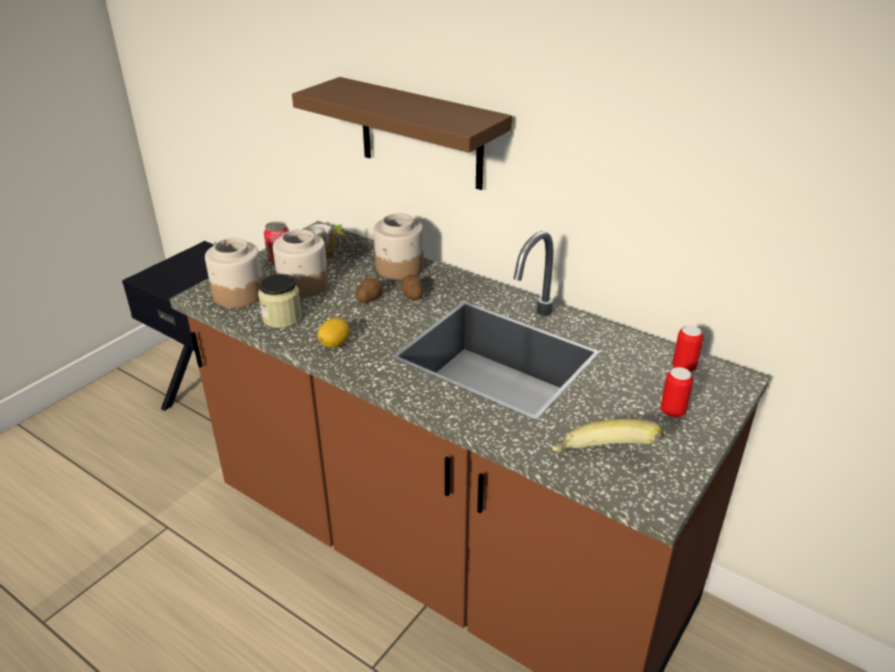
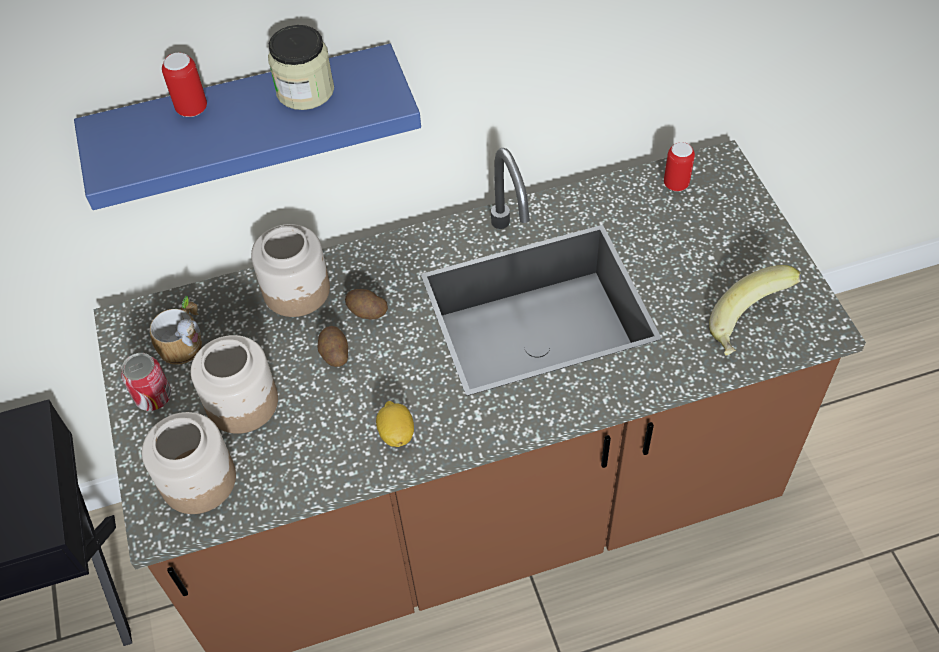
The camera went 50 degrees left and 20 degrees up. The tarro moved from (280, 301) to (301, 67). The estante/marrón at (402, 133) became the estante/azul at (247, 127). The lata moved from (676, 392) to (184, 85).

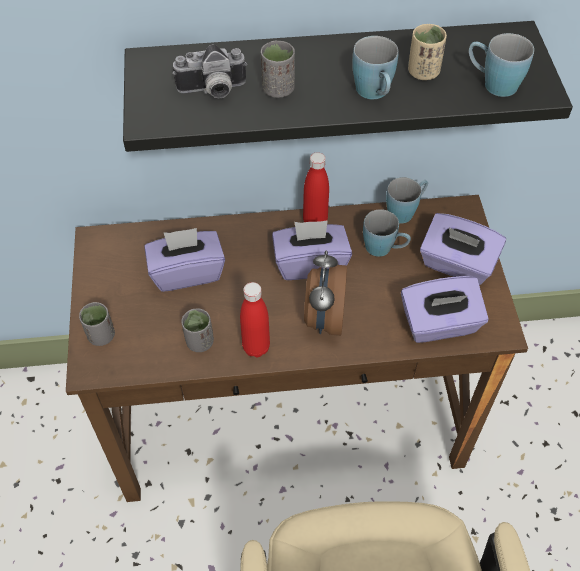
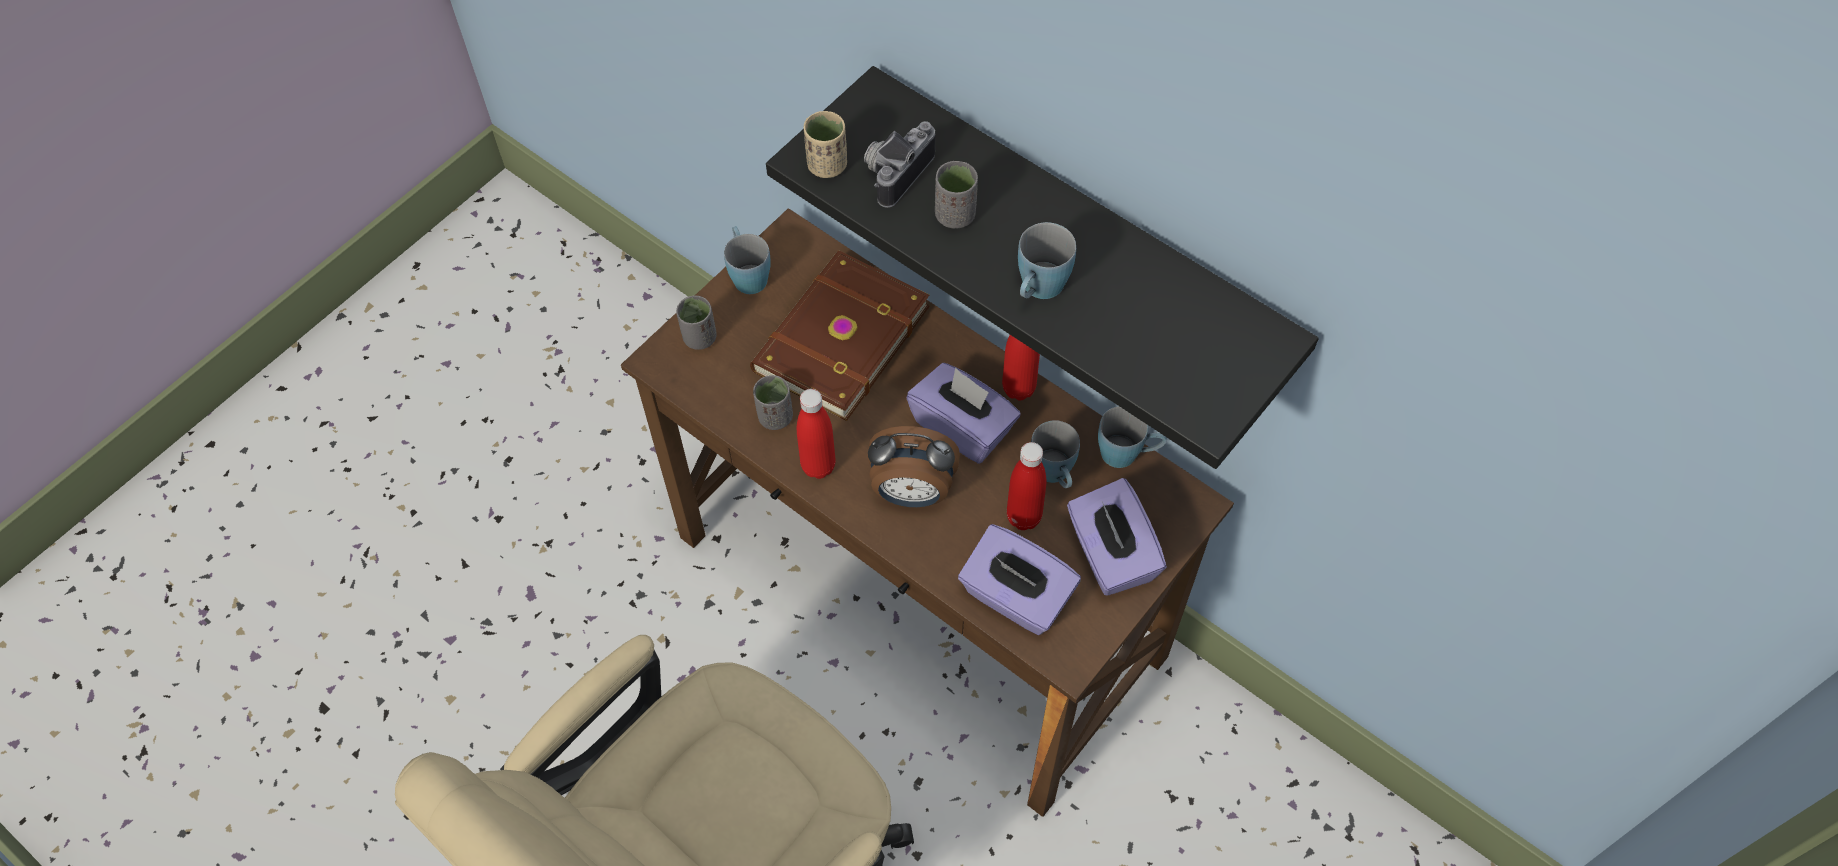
The camera went 45 degrees right and 5 degrees up. The caja de pañuelos/morado at (184, 260) was replaced by the libro/marrón at (840, 335). The cámara at (210, 71) turned 90 degrees clockwise. The despertador at (325, 293) turned 135 degrees counterclockwise. The taza/beis moved from (427, 52) to (825, 144). The taza grande/azul moved from (501, 65) to (747, 260). The botella/rojo at (1027, 486) appeared.

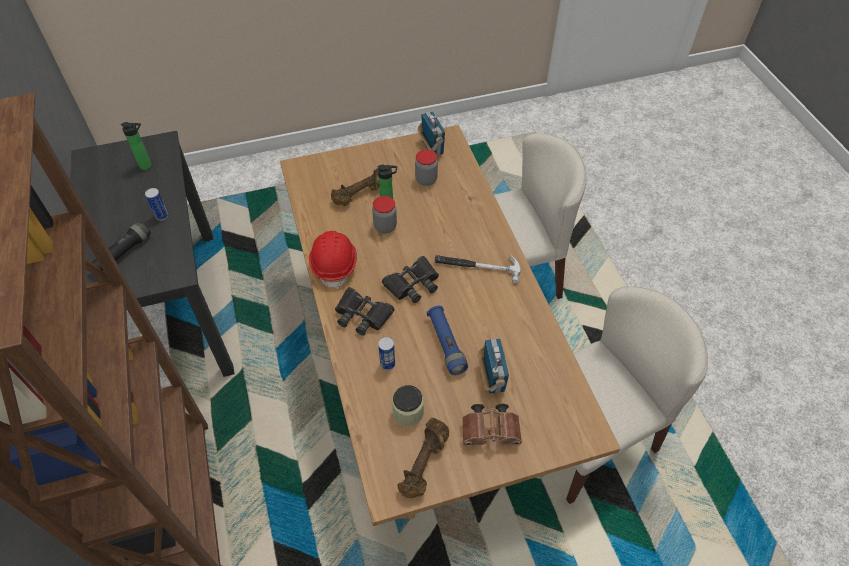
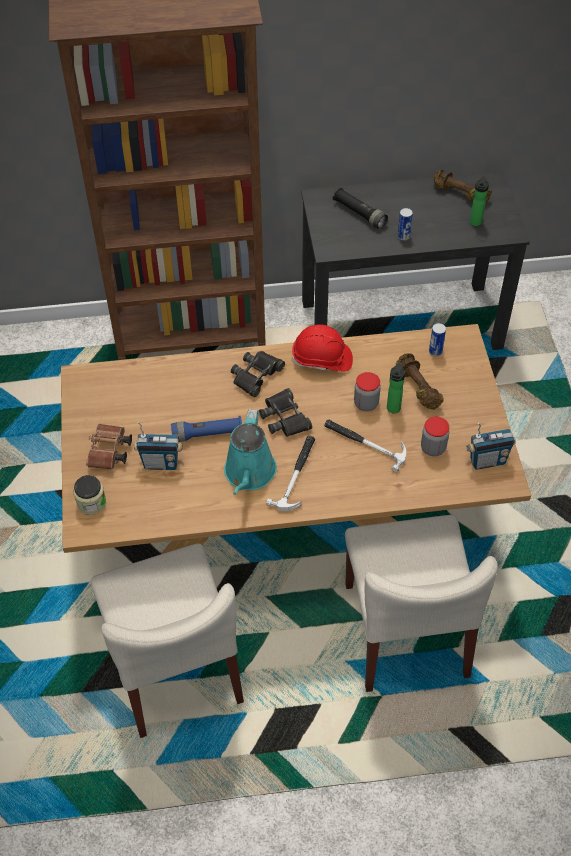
The camera went 100 degrees right and 0 degrees up. The lata moved from (386, 353) to (437, 340). The tarro moved from (408, 405) to (90, 495). The mancuerna/marrón moved from (423, 458) to (463, 186). The regadera/turquesa at (250, 452) appeared. The martillo at (365, 446) appeared.

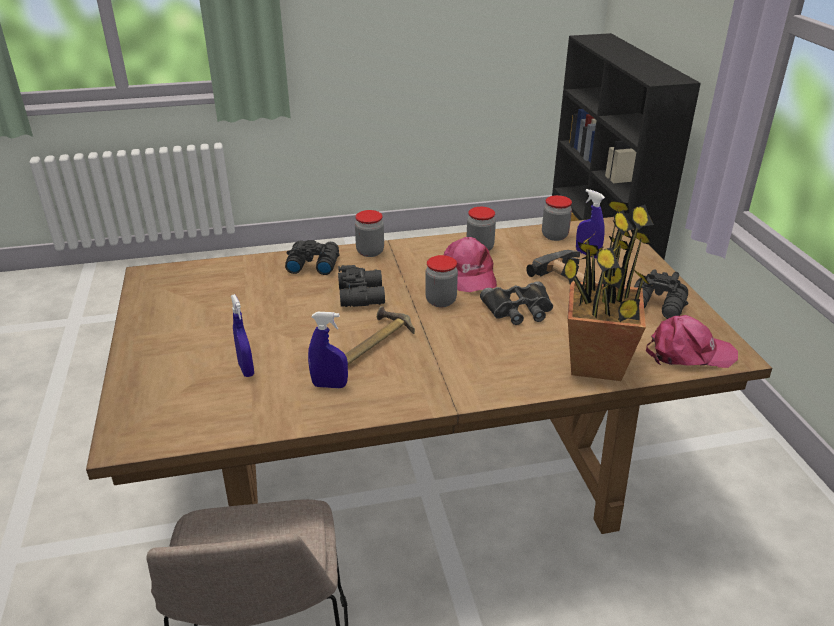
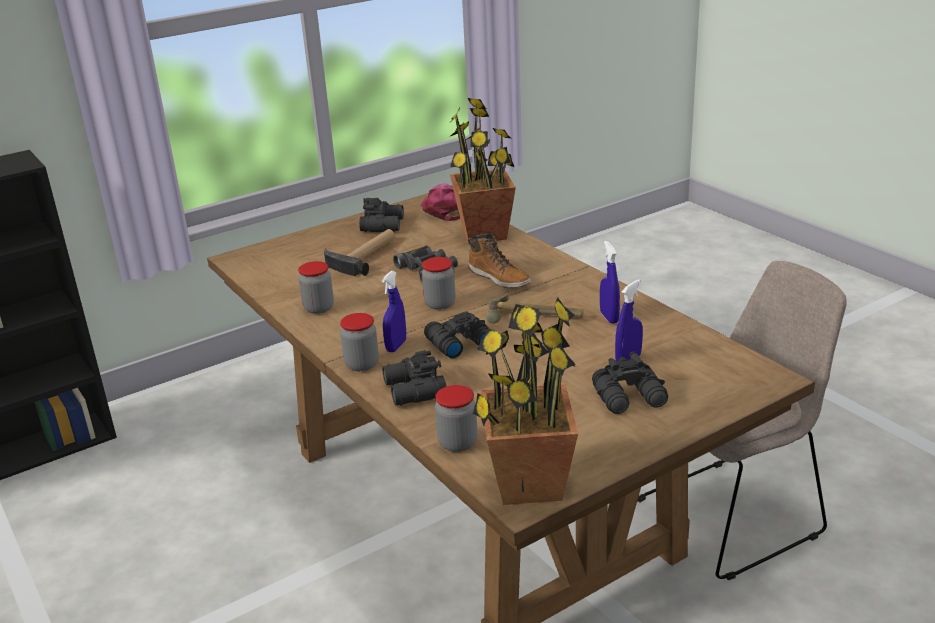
The camera went 110 degrees left and 5 degrees down. The gorra/rosa at (470, 264) disappeared. The tarro moved from (557, 218) to (456, 418). The pulverizador/azul moved from (590, 223) to (394, 311). The bota at (499, 260) appeared. The planta en maceta at (525, 401) appeared. The prismáticos/negro at (630, 383) appeared.

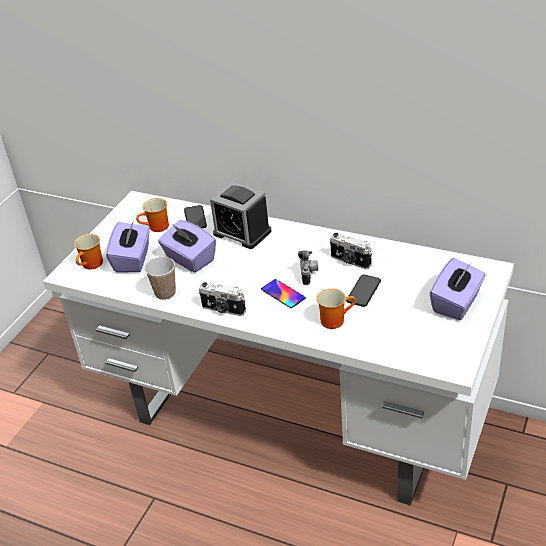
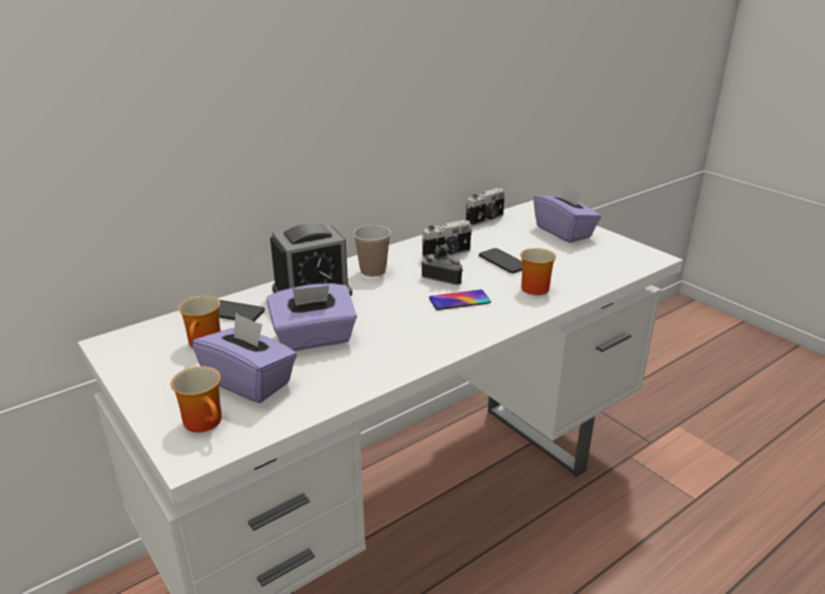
The camera went 65 degrees left and 10 degrees down. The taza moved from (160, 278) to (372, 251). The cámara moved from (222, 299) to (485, 207).

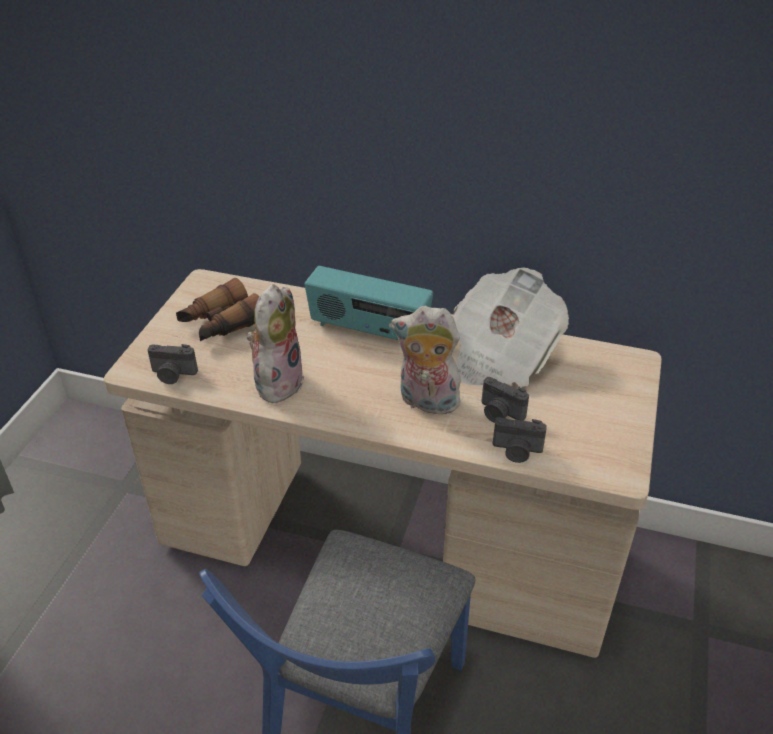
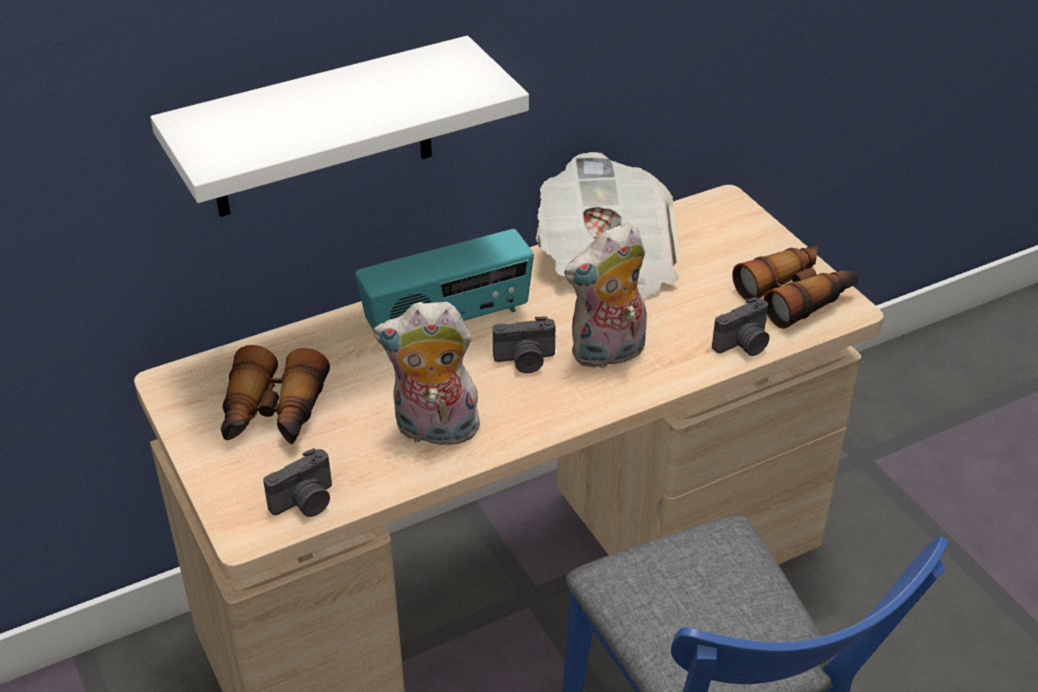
The camera went 45 degrees left and 0 degrees up. The peluche at (275, 345) turned 60 degrees counterclockwise. The cámara moved from (505, 400) to (524, 344). The estante/blanco at (339, 126) appeared. The prismáticos at (795, 286) appeared.

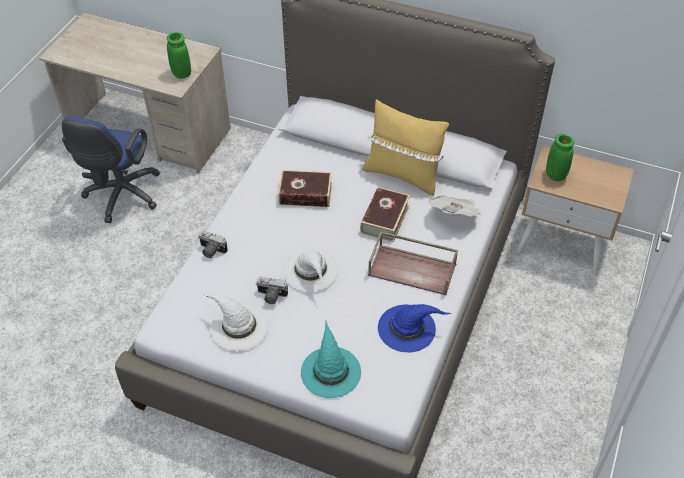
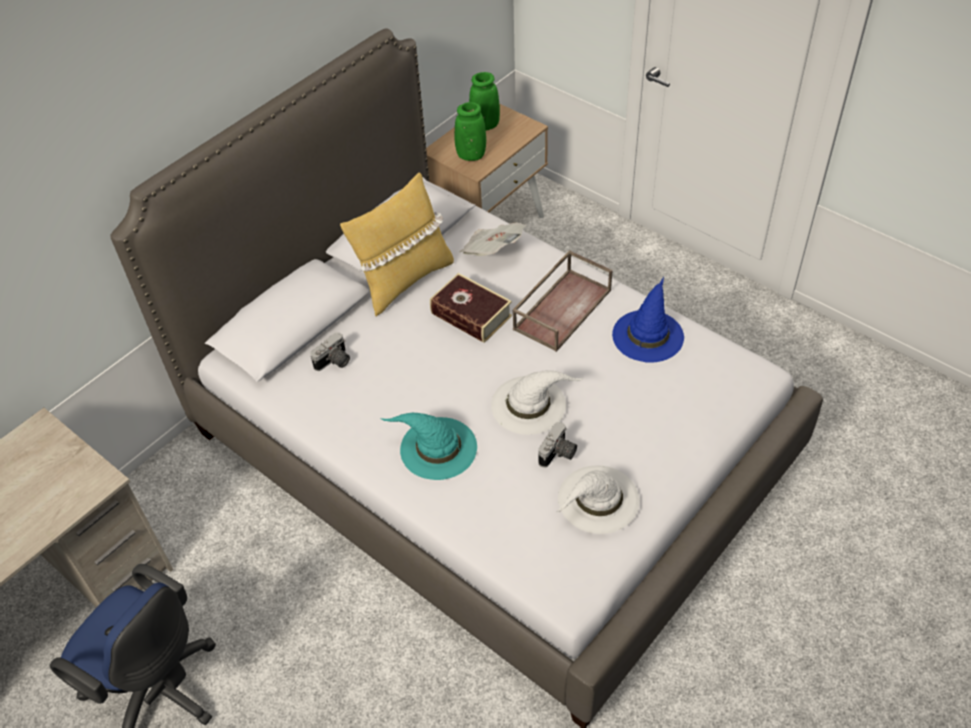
The camera went 70 degrees left and 0 degrees up. The florero/verde moved from (179, 55) to (484, 101). The cámara moved from (213, 244) to (330, 351). The libro at (305, 188) disappeared. The sombrero/turquesa moved from (331, 359) to (428, 446).

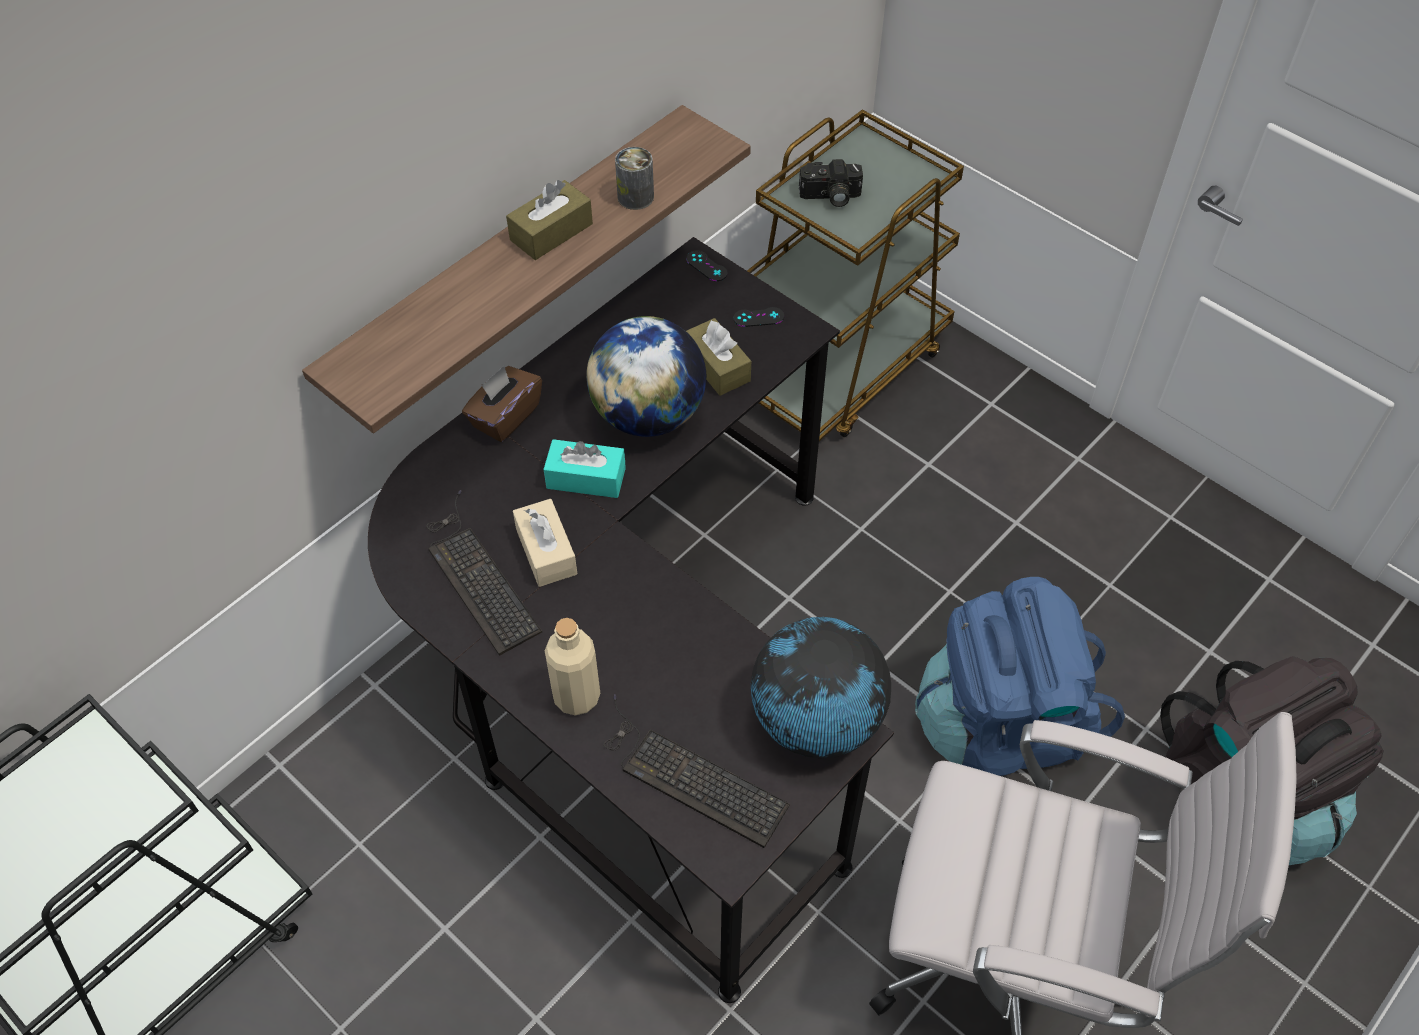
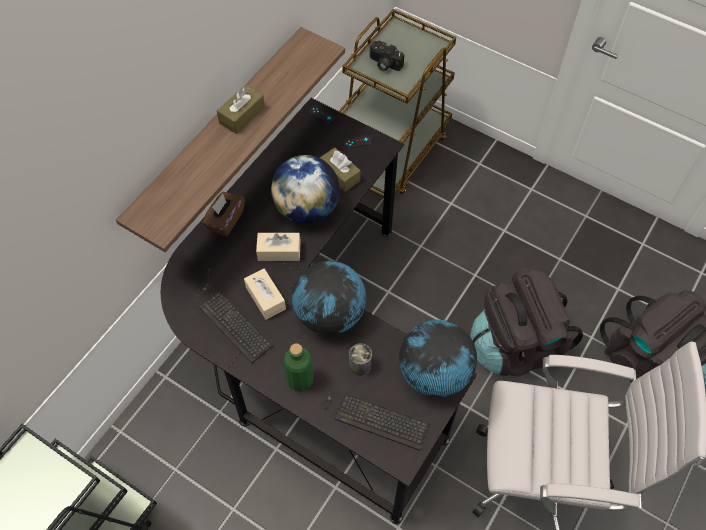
The camera went 10 degrees left and 5 degrees up. The caja de pañuelos/turquesa at (585, 468) became the caja de pañuelos/beis at (278, 247). The botella/beis at (573, 666) became the botella/verde at (298, 367). The lata moved from (634, 178) to (360, 359). The cámara at (831, 183) turned 45 degrees clockwise. The mochila/azul at (1020, 676) became the mochila/negro at (526, 321). The globo terráqueo at (329, 298) appeared.

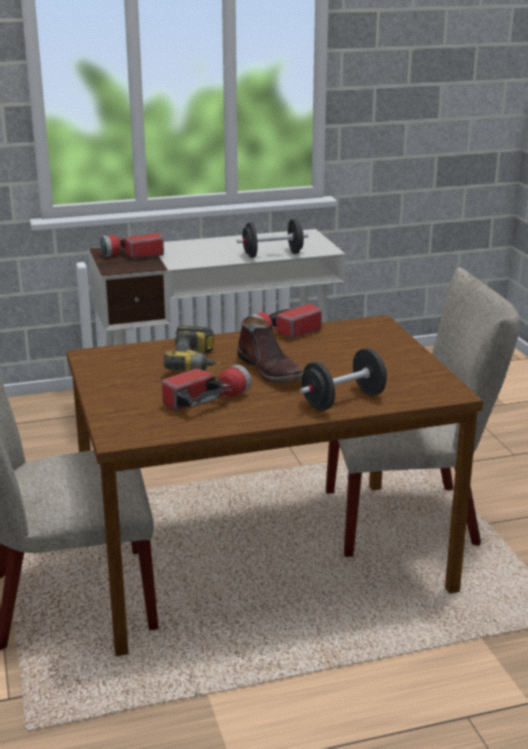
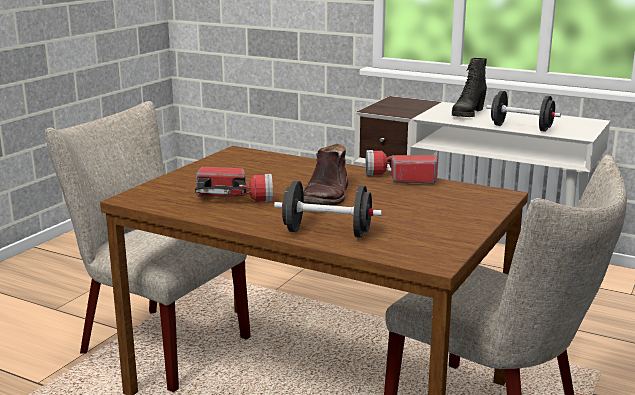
The camera went 45 degrees right and 5 degrees down. The linterna at (132, 245) disappeared. The taladro at (194, 348) disappeared. The bota/negro at (469, 87) appeared.

